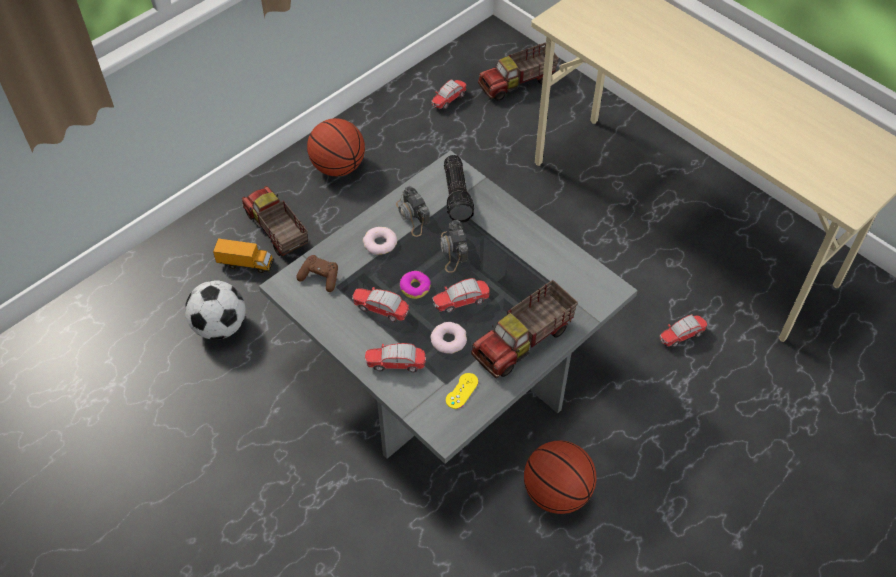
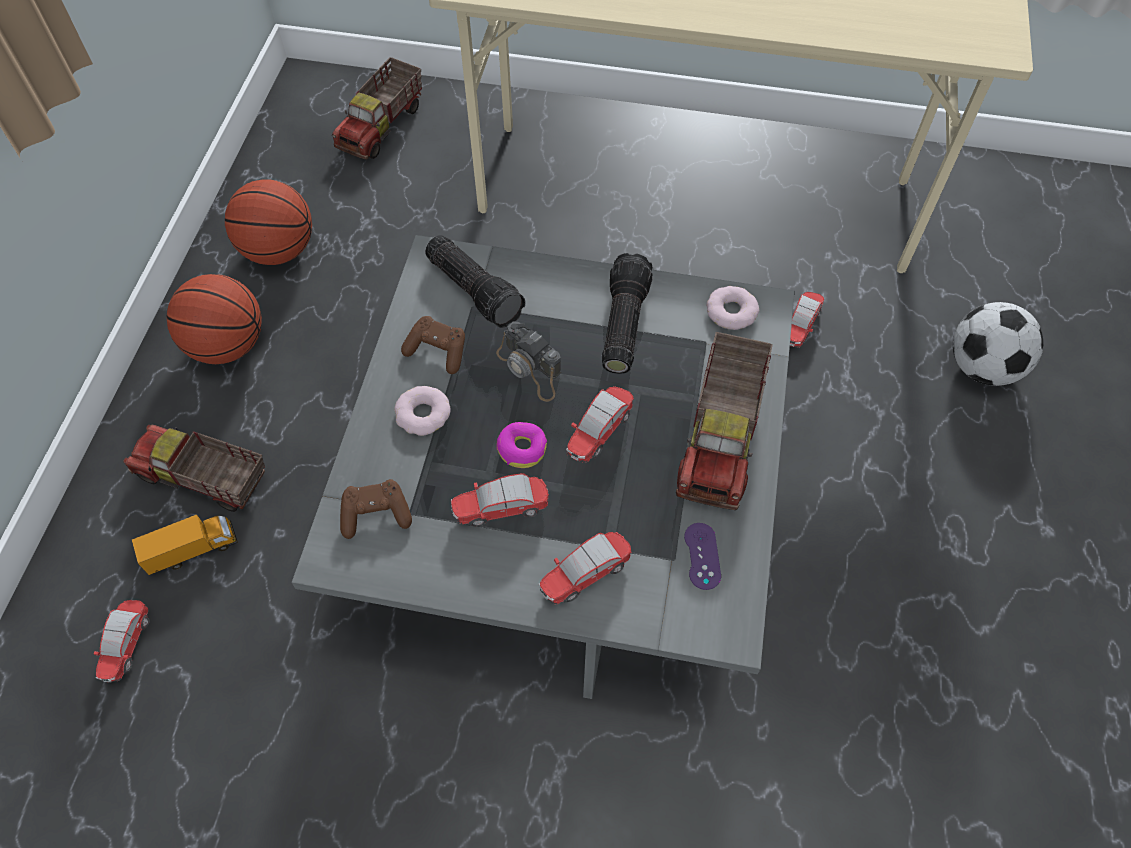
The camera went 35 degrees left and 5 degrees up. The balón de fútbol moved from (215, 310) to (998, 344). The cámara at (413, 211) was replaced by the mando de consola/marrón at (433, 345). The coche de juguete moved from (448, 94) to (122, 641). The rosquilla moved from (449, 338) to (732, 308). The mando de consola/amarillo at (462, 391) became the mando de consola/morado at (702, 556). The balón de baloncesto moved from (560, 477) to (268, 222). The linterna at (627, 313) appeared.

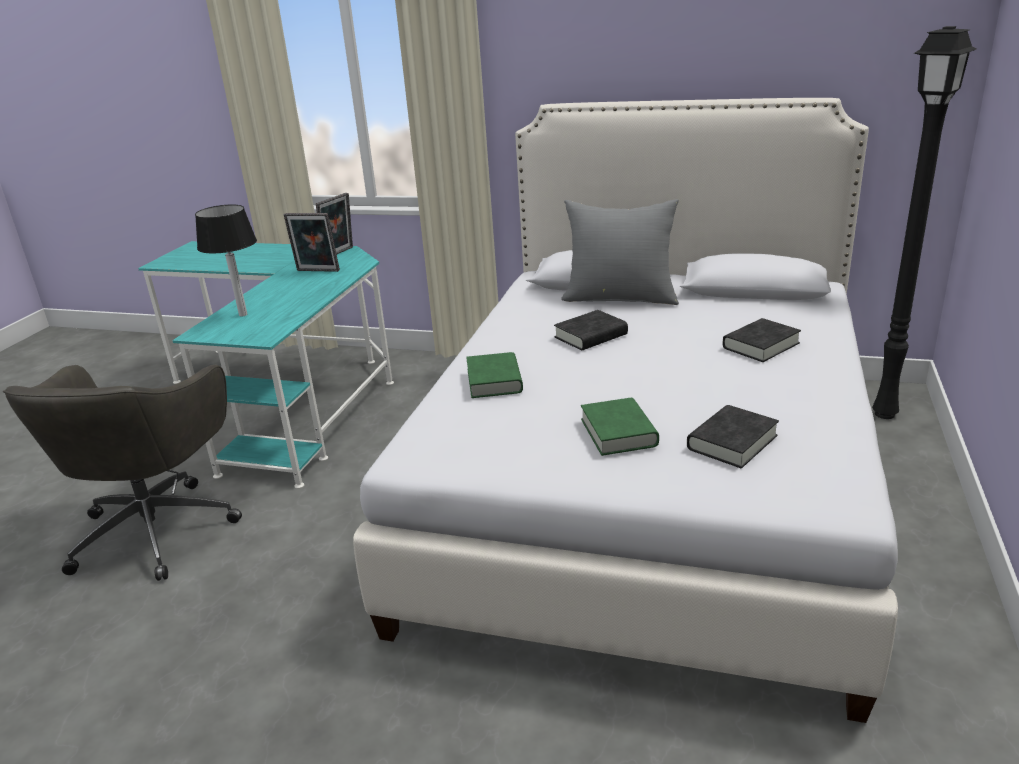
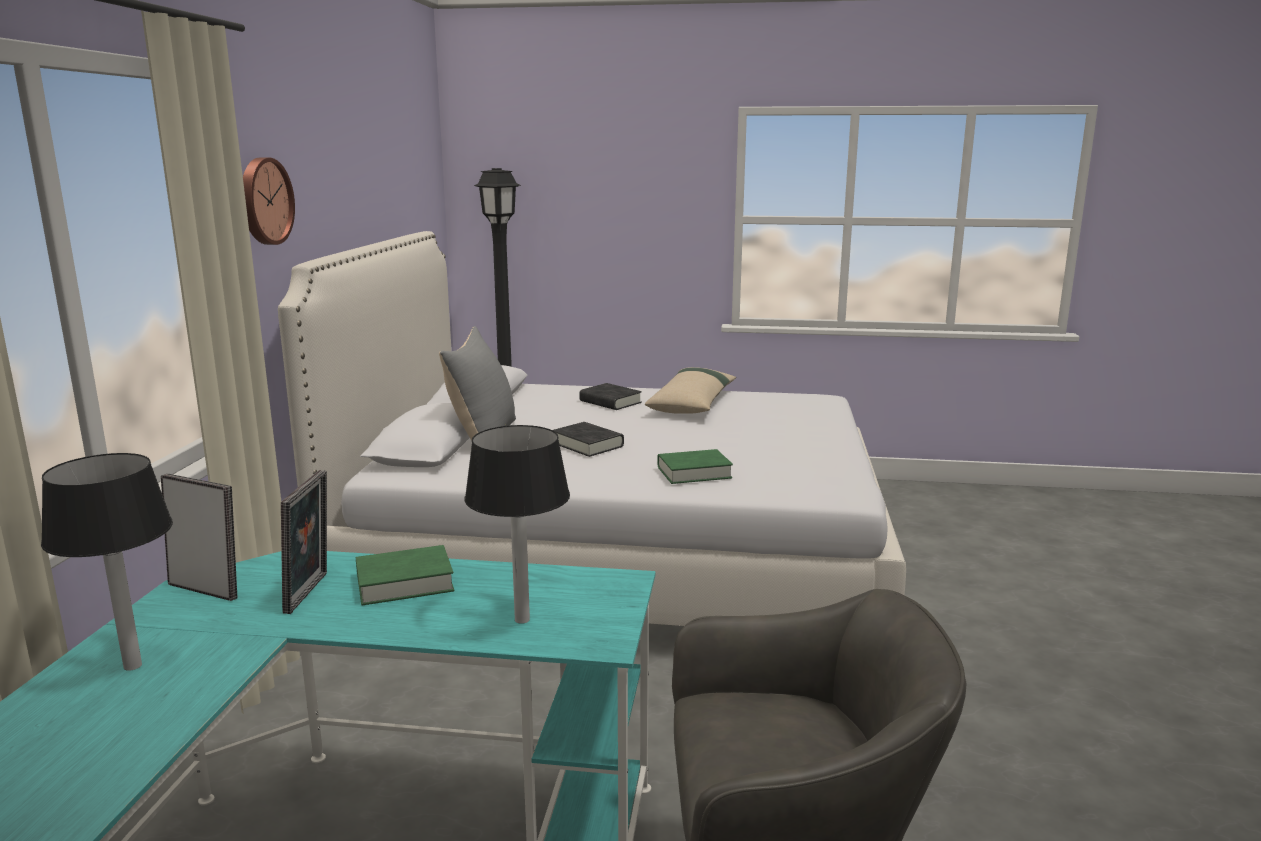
The camera went 100 degrees left and 10 degrees down. The libro/verde moved from (620, 427) to (405, 575). The libro/negro at (733, 436) disappeared. The lámpara de mesa at (107, 562) appeared. The reloj de pared at (269, 201) appeared. The cojín/beis at (690, 390) appeared.

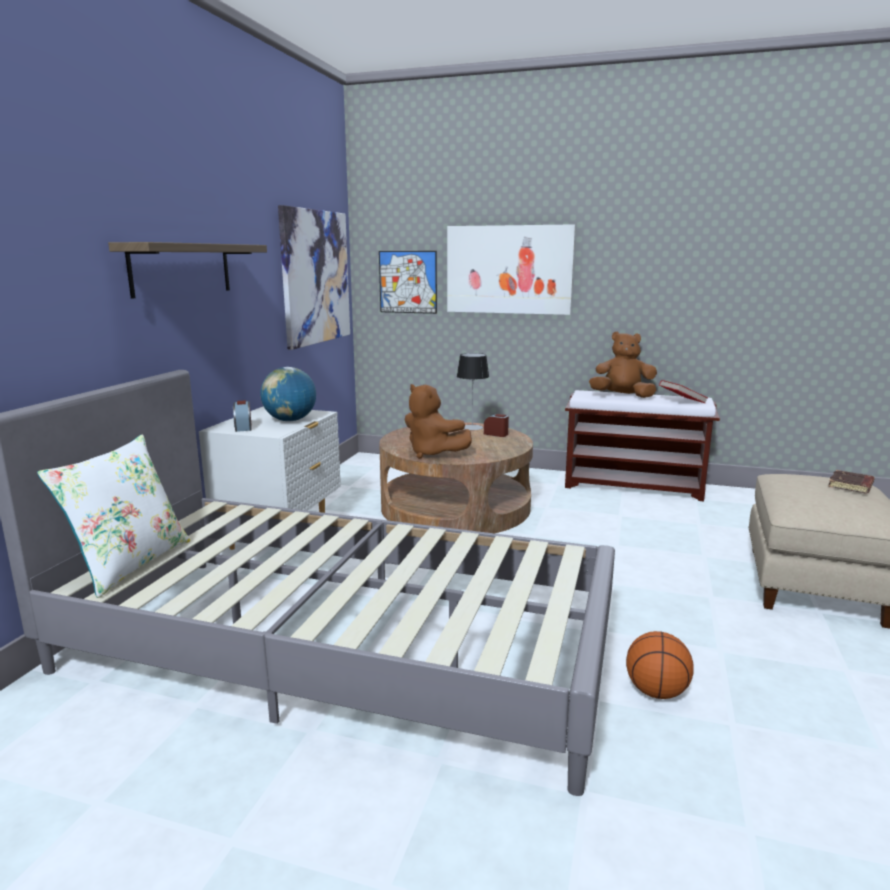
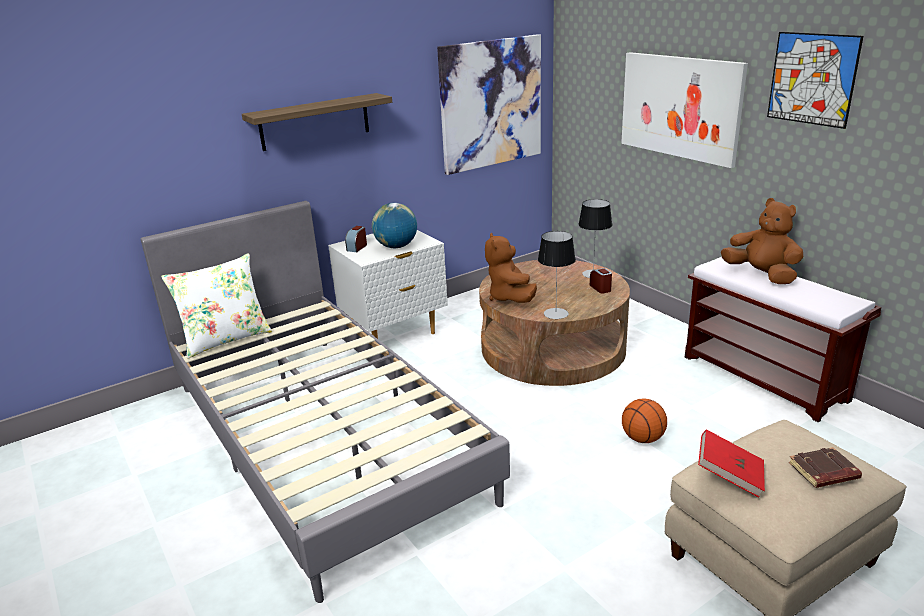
The camera went 40 degrees right and 10 degrees up. The cuadro moved from (408, 282) to (815, 80). The balón de baloncesto moved from (660, 665) to (644, 420). The libro/rojo moved from (683, 392) to (731, 463). The lámpara de mesa at (557, 275) appeared.

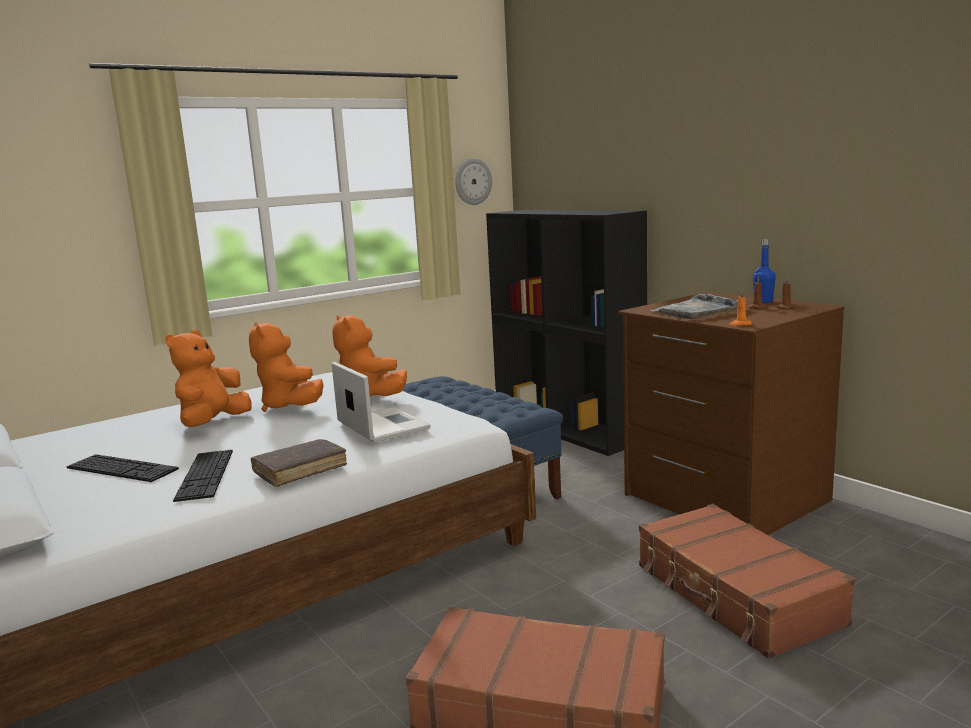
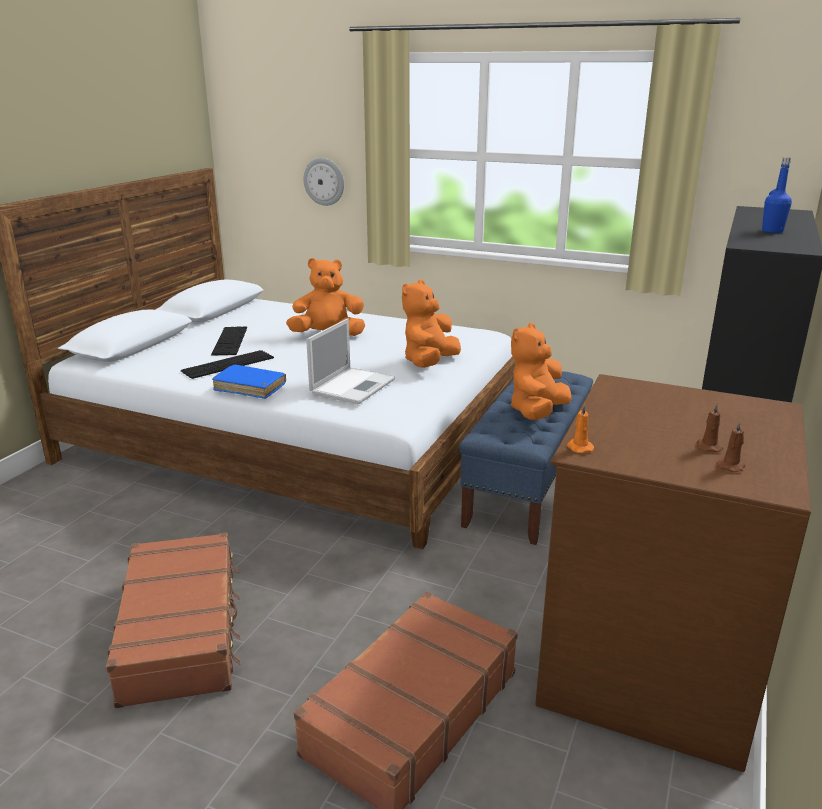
The camera went 60 degrees right and 10 degrees up. The peluche/naranja moved from (286, 367) to (541, 371). The libro/marrón at (298, 463) became the libro/azul at (249, 382). The reloj de pared moved from (473, 182) to (323, 182). The bandeja/gris at (698, 306) disappeared. The botella/azul moved from (764, 271) to (777, 195).

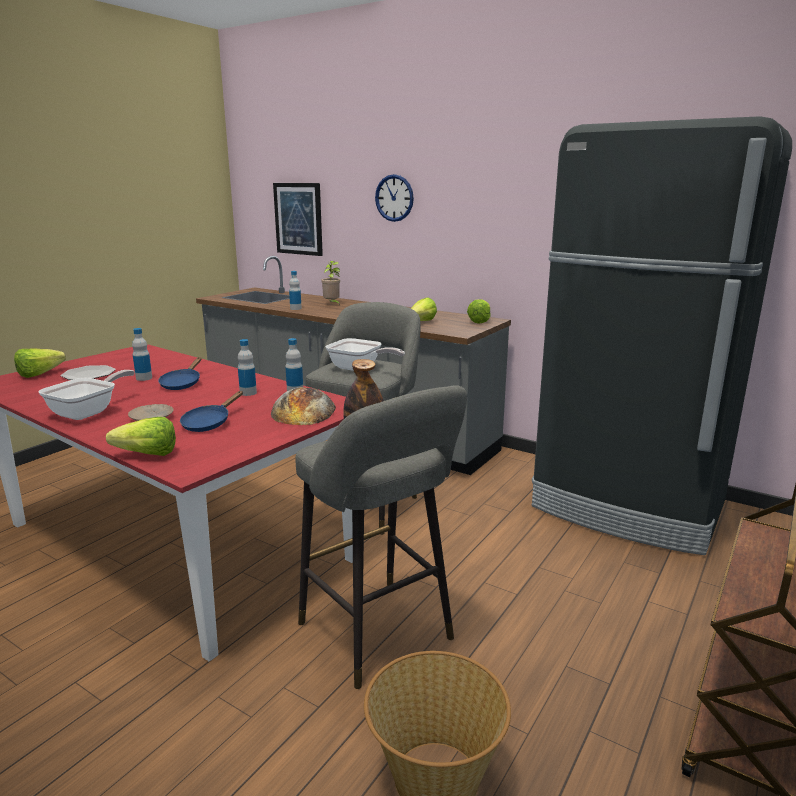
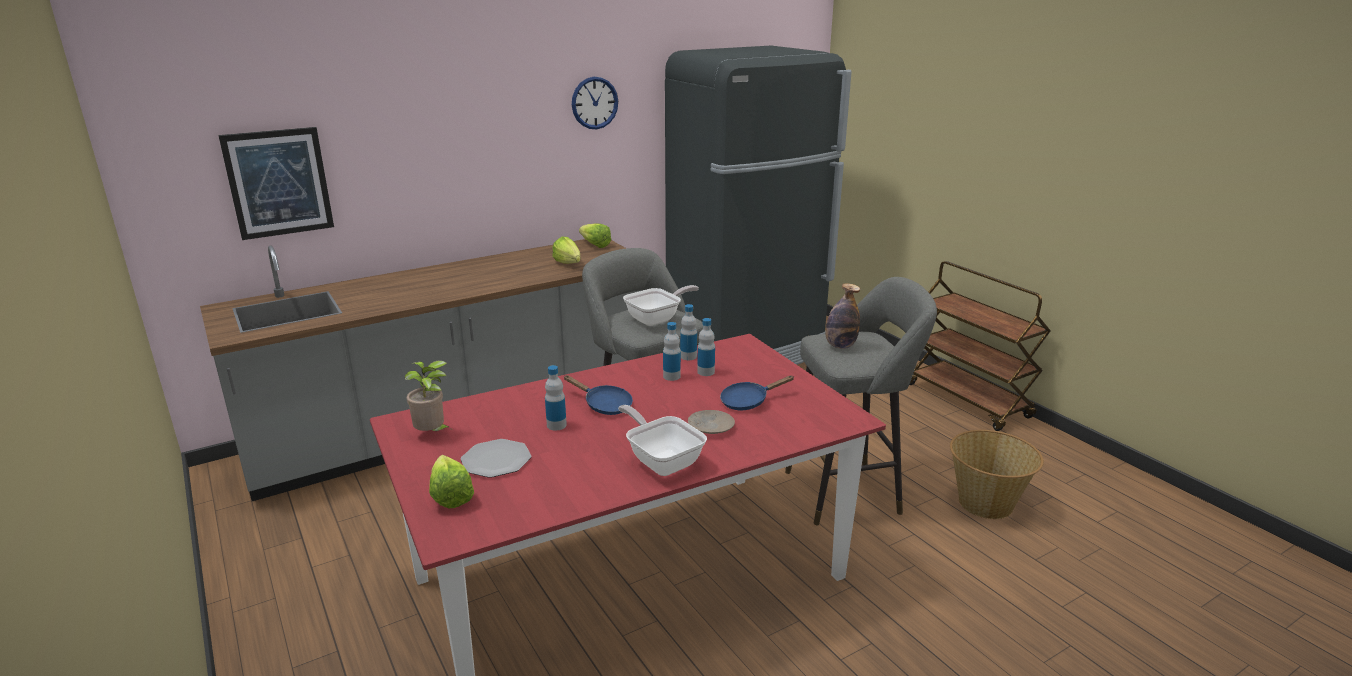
The camera went 65 degrees left and 5 degrees up. The lechuga at (141, 436) disappeared. The sartén/azul at (211, 411) turned 105 degrees clockwise. The pan at (303, 406) disappeared. The botella moved from (295, 290) to (706, 347). The planta en maceta moved from (330, 283) to (428, 396). The reloj de pared moved from (394, 198) to (595, 103).

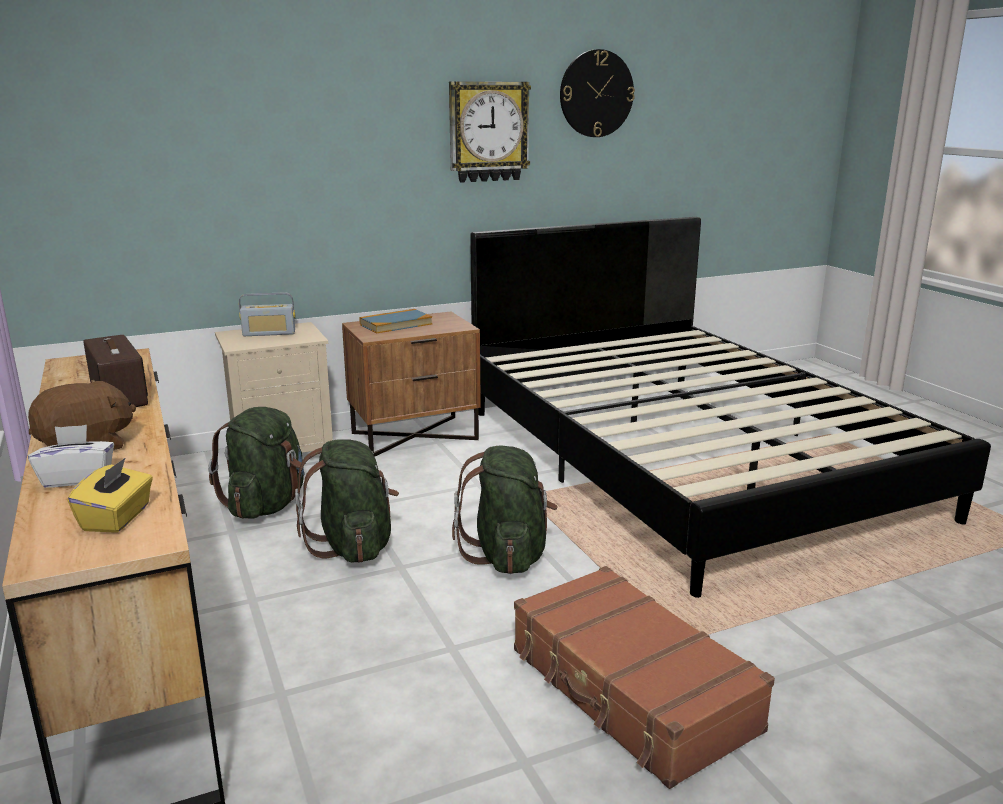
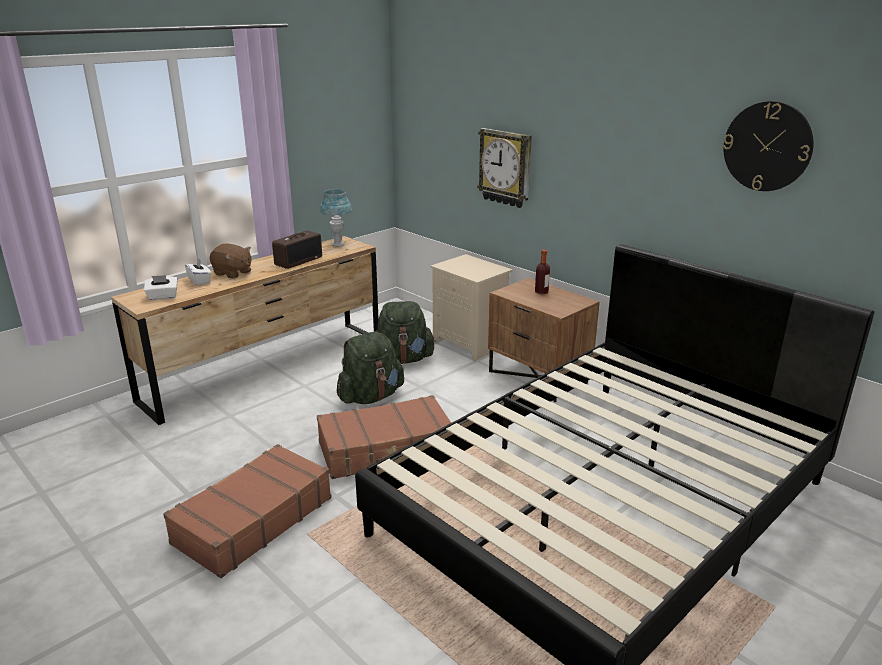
The camera went 70 degrees right and 5 degrees up. The caja de pañuelos/amarillo at (110, 495) became the caja de pañuelos/blanco at (161, 287). The radio at (267, 314) disappeared. The libro at (396, 321) was replaced by the botella at (542, 272). The reloj de pared moved from (490, 132) to (504, 168). The mochila/verde at (505, 509) was replaced by the maleta/marrón at (384, 437). The lámpara de mesa/azul at (336, 217) appeared.

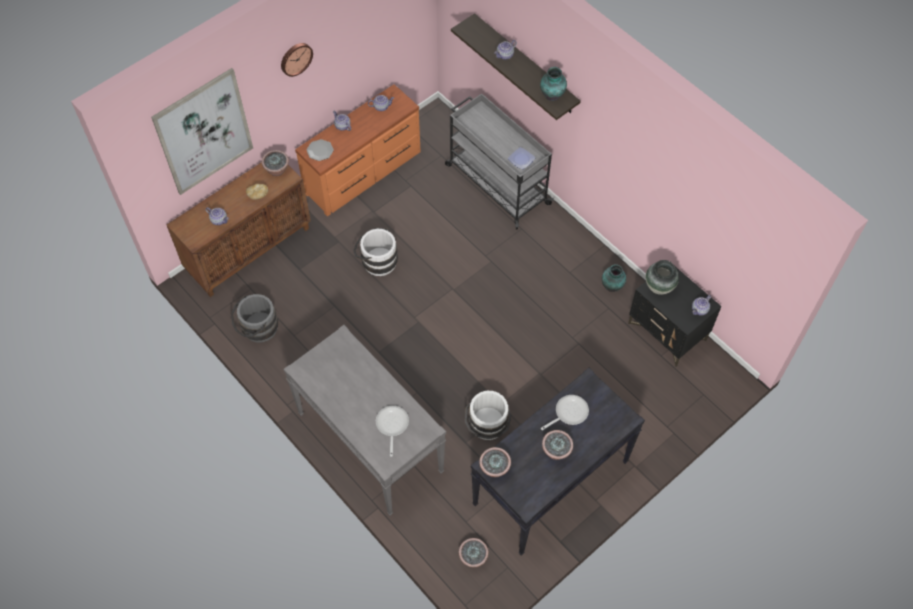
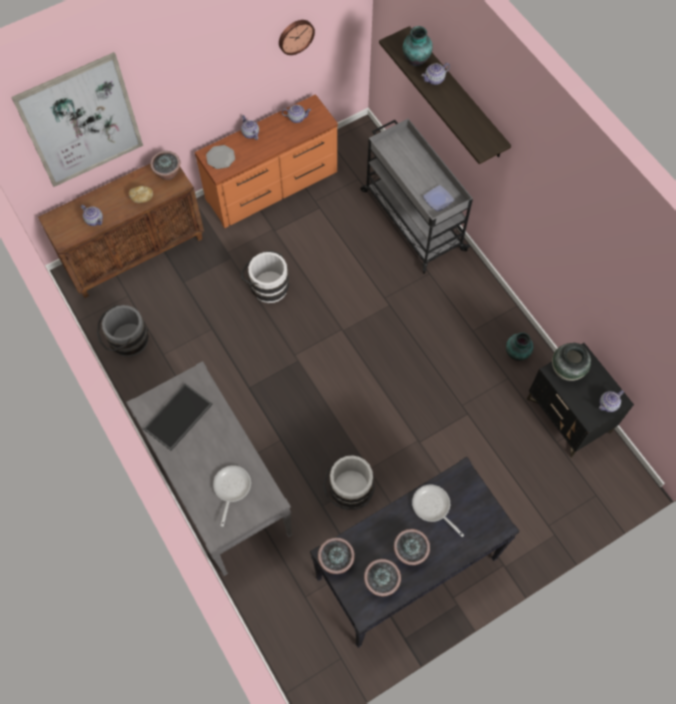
The camera went 10 degrees right and 5 degrees up. The reloj de pared moved from (297, 60) to (297, 37). The planta en maceta moved from (474, 552) to (382, 577). The florero moved from (553, 84) to (418, 46). The sartén at (565, 412) turned 105 degrees counterclockwise. The bandeja at (178, 417) appeared.

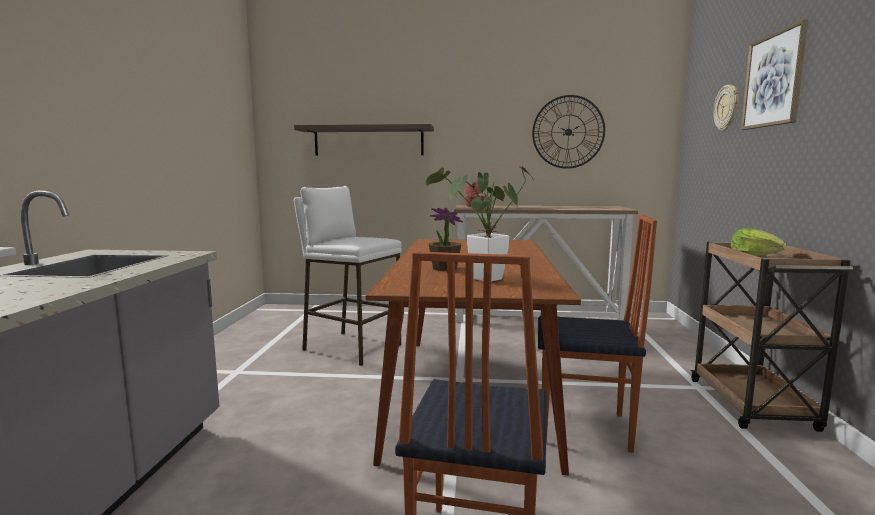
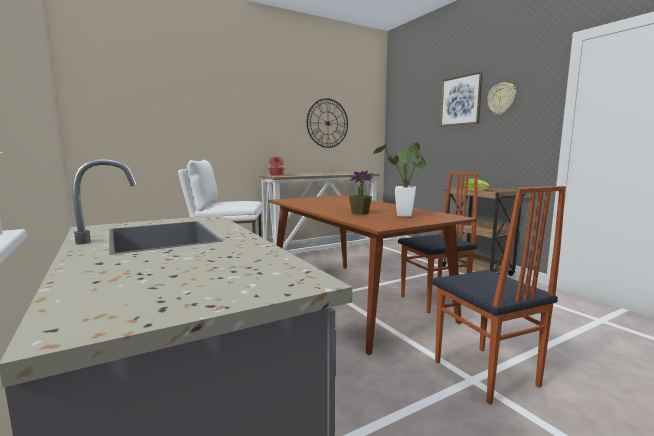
The camera went 35 degrees left and 0 degrees up. The estante at (364, 140) disappeared. The reloj de pared moved from (725, 108) to (502, 98).

